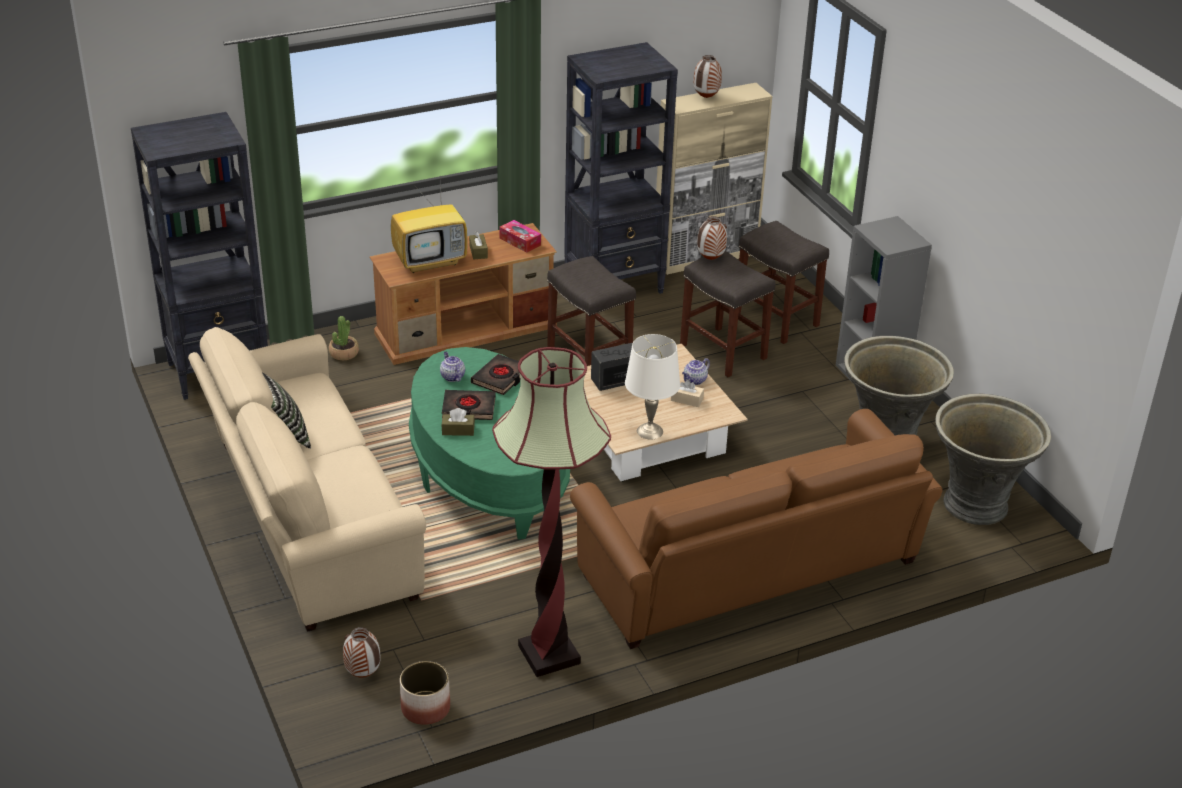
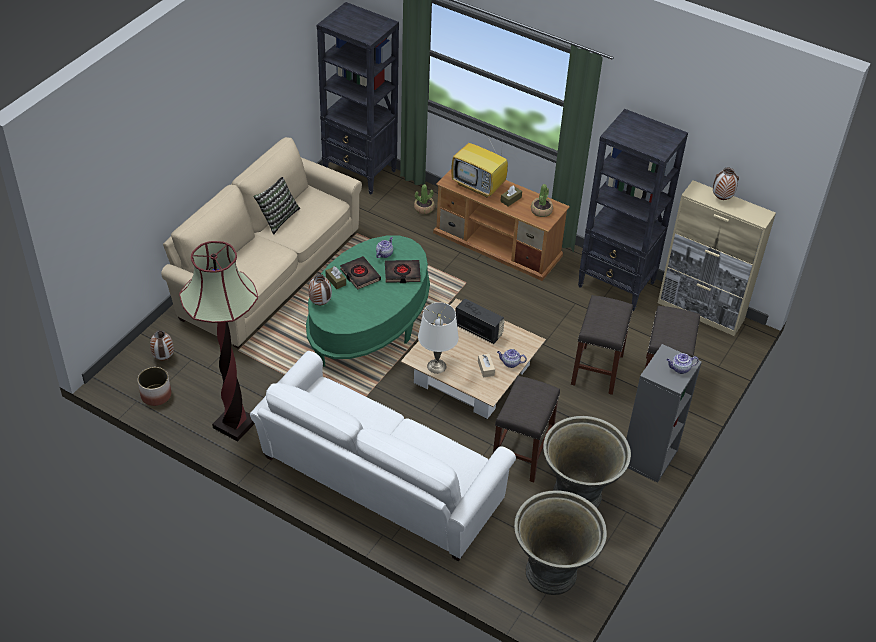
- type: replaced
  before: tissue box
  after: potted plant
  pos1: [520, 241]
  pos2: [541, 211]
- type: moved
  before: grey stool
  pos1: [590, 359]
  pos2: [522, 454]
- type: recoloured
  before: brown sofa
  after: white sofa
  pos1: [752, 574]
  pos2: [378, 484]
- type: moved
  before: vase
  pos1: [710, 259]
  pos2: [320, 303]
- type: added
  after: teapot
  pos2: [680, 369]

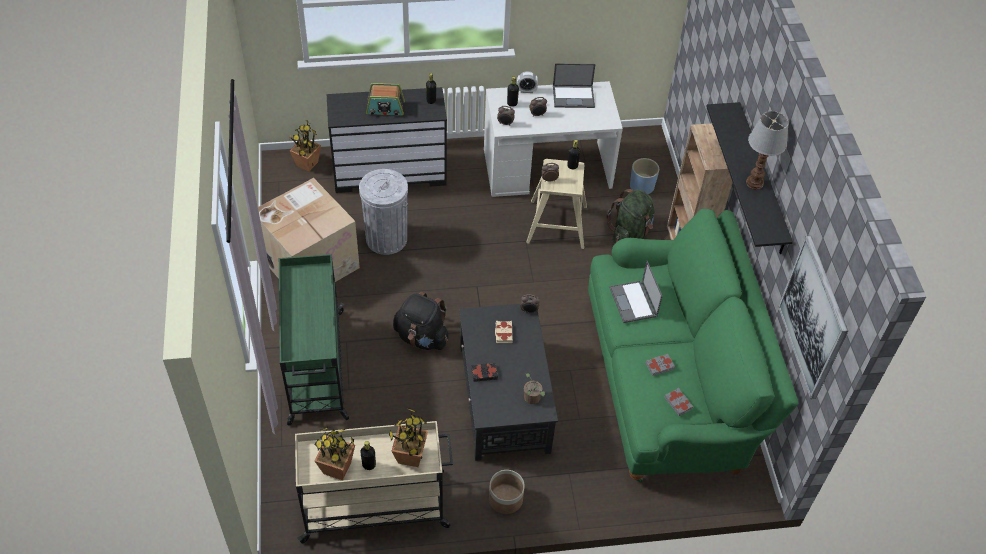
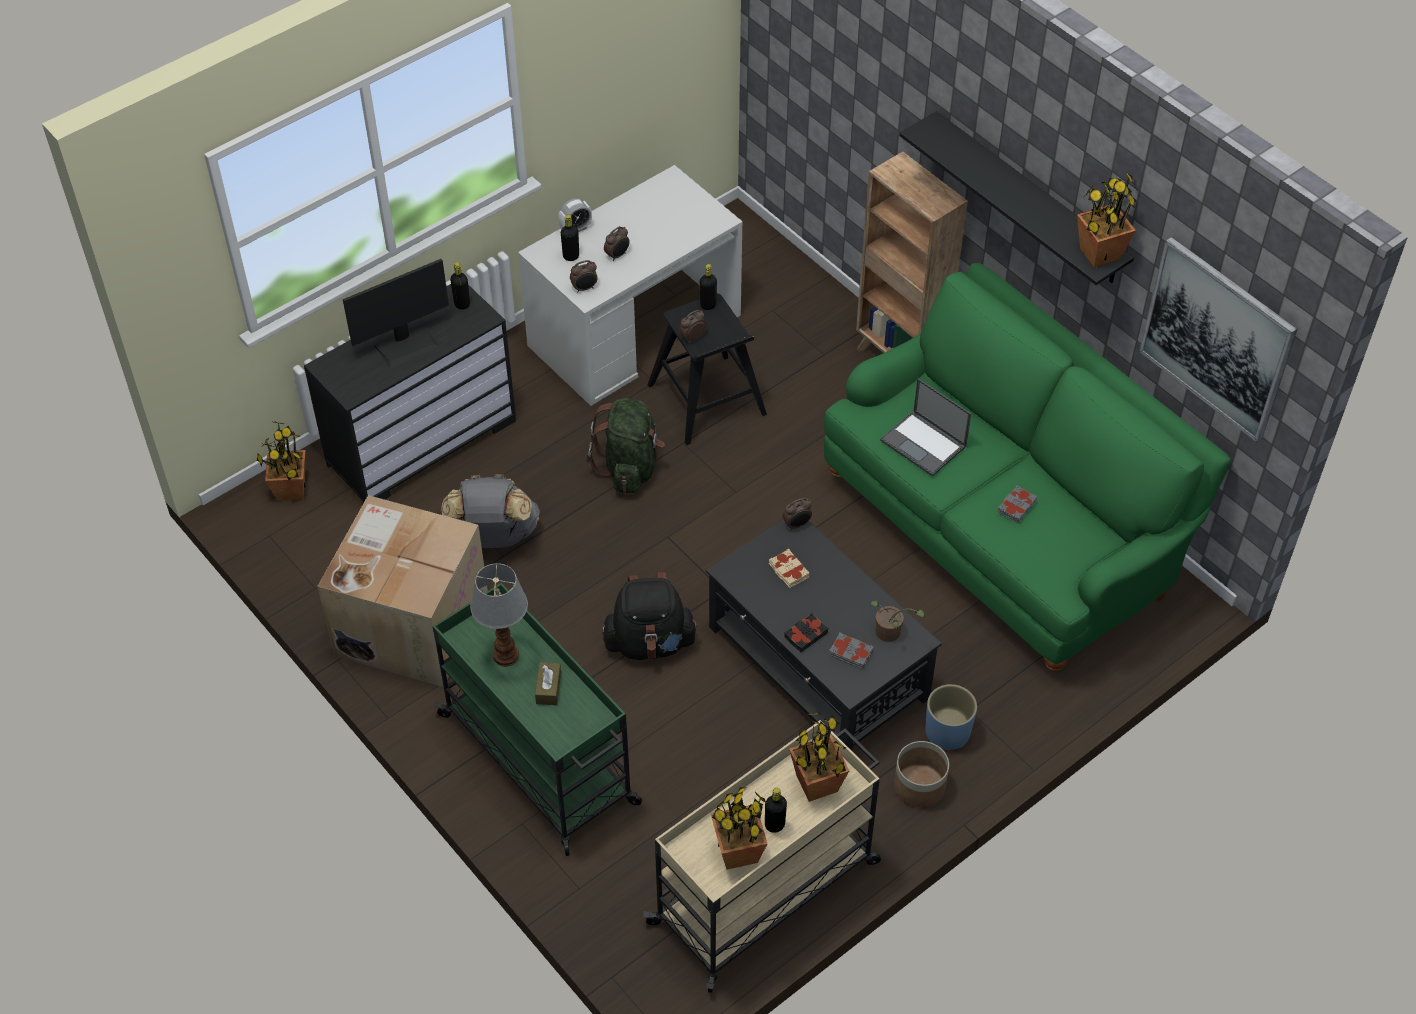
- type: replaced
  before: grey trash can
  after: grey backpack
  pos1: [386, 239]
  pos2: [493, 536]
- type: replaced
  before: radio
  after: monitor
  pos1: [385, 108]
  pos2: [406, 345]
- type: recoloured
  before: beige stool
  after: black stool
  pos1: [556, 225]
  pos2: [707, 400]
- type: removed
  before: laptop
  pos1: [574, 96]
- type: moved
  before: green backpack
  pos1: [630, 233]
  pos2: [629, 467]
- type: moved
  before: blue planter
  pos1: [642, 186]
  pos2: [948, 732]
- type: moved
  before: grey book
  pos1: [678, 403]
  pos2: [851, 653]
- type: moved
  before: table lamp
  pos1: [754, 183]
  pos2: [506, 656]
- type: added
  after: brown tissue box
  pos2: [548, 688]
- type: added
  after: potted plant
  pos2: [1099, 254]

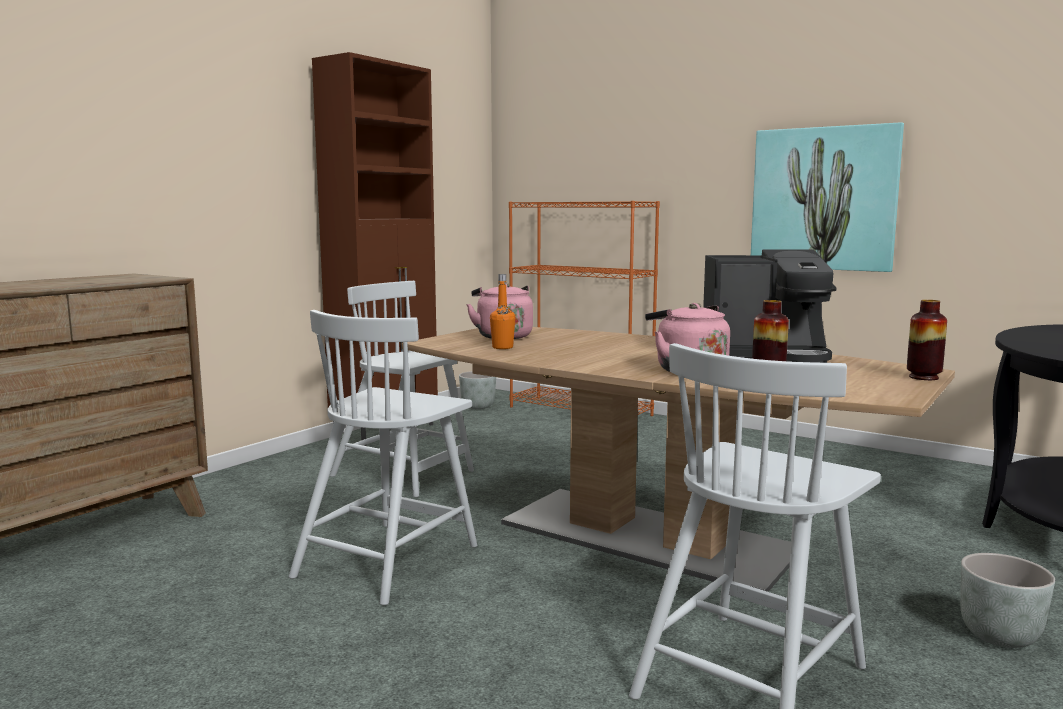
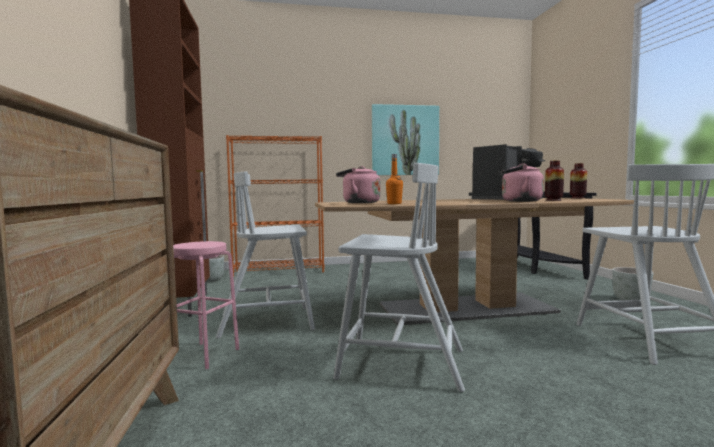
- type: turned
  before: white chair
  pos1: [388, 559]
  pos2: [399, 363]
  turn: -60
- type: added
  after: pink stool
  pos2: [204, 355]

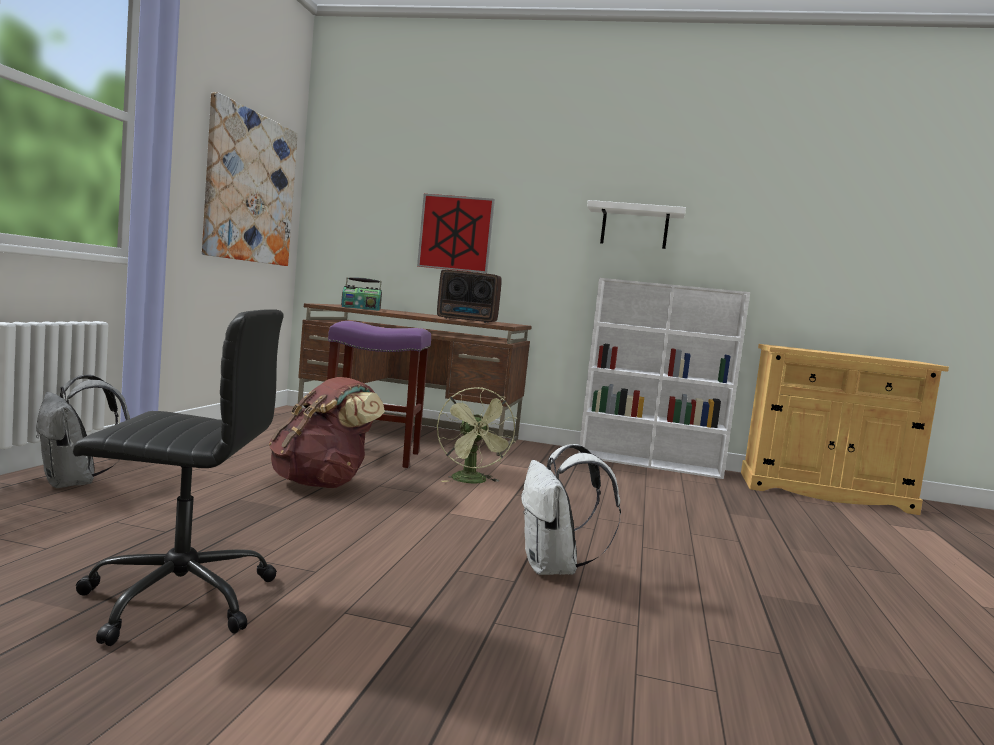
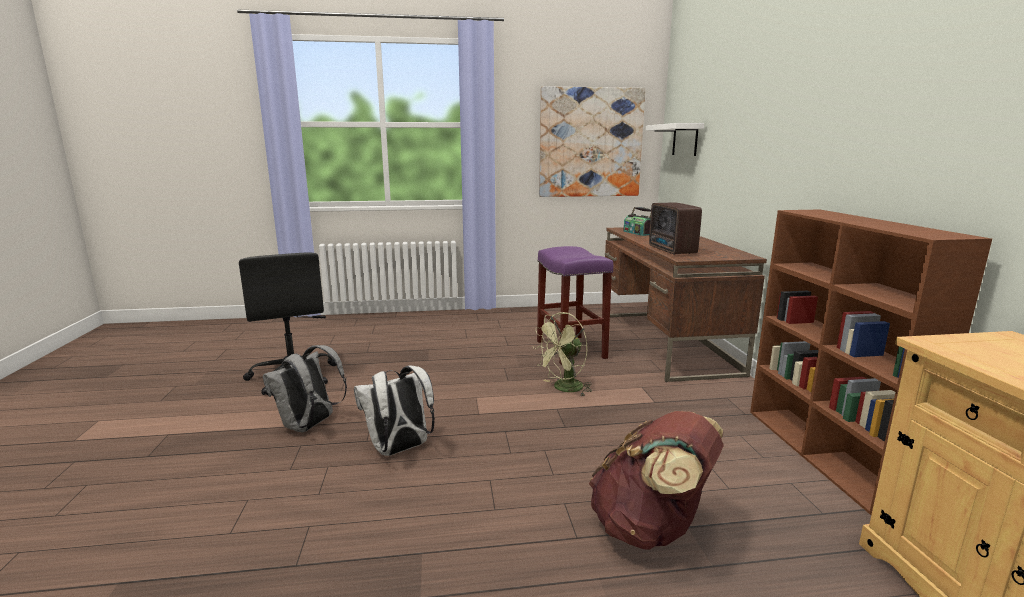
- type: moved
  before: grey backpack
  pos1: [73, 483]
  pos2: [309, 426]
- type: moved
  before: brown backpack
  pos1: [322, 483]
  pos2: [650, 529]
- type: removed
  before: picture
  pos1: [455, 233]
- type: recoloured
  before: white bookcase
  after: brown bookcase
  pos1: [650, 464]
  pos2: [825, 455]
- type: moved
  before: white shelf
  pos1: [634, 227]
  pos2: [685, 140]

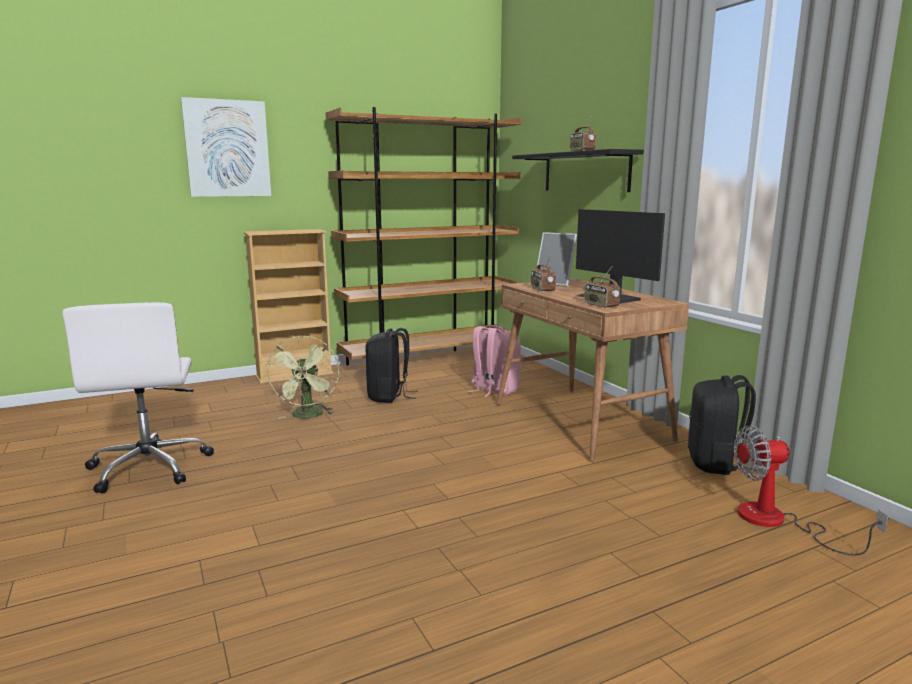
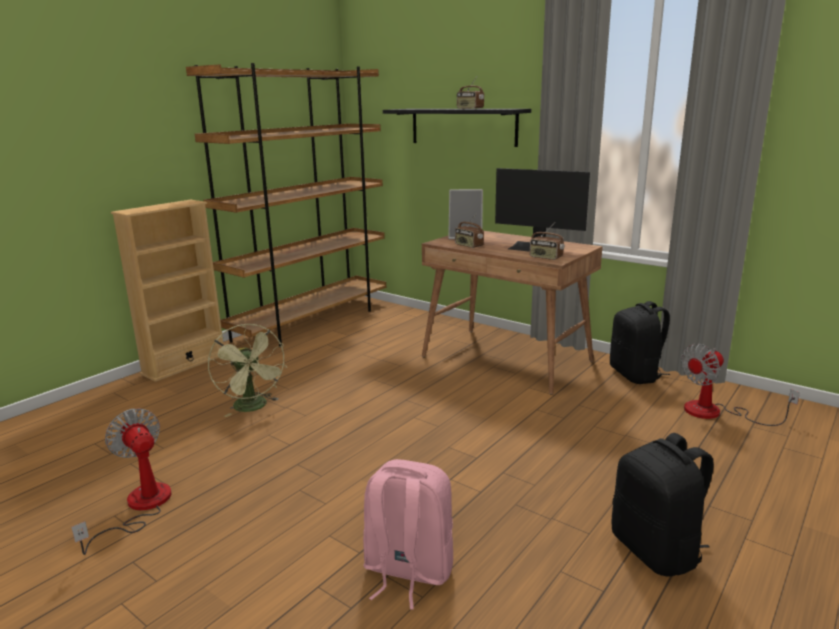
- type: replaced
  before: white office chair
  after: fan
  pos1: [150, 467]
  pos2: [139, 507]
- type: removed
  before: picture
  pos1: [227, 148]
- type: moved
  before: black backpack
  pos1: [389, 396]
  pos2: [656, 550]
- type: moved
  before: pink backpack
  pos1: [493, 390]
  pos2: [407, 571]

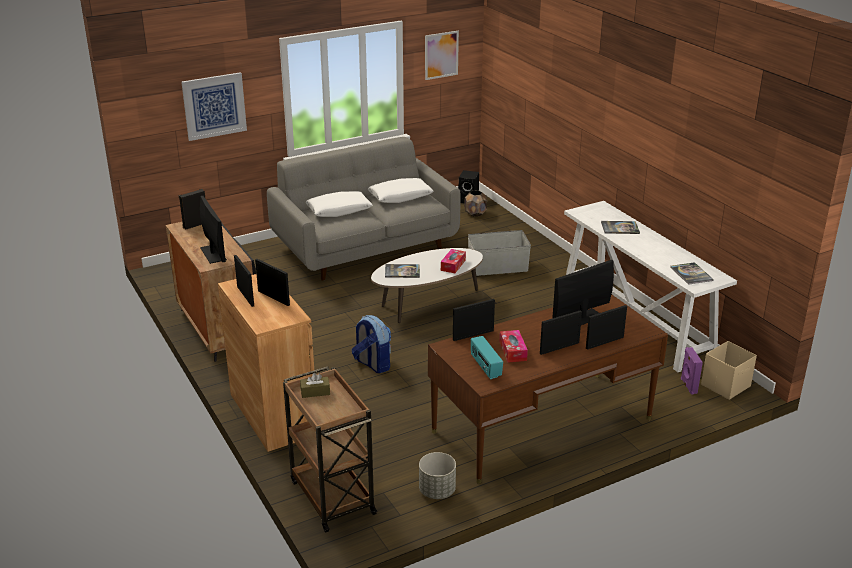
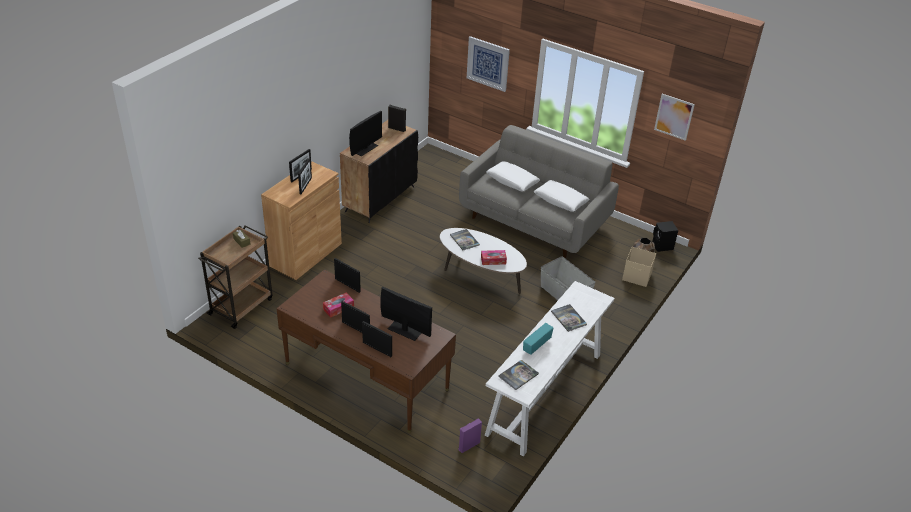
- type: removed
  before: backpack
  pos1: [372, 364]
- type: removed
  before: grey planter
  pos1: [437, 491]
- type: moved
  before: radio
  pos1: [485, 367]
  pos2: [536, 345]
- type: moved
  before: beige storage box
  pos1: [726, 385]
  pos2: [637, 277]

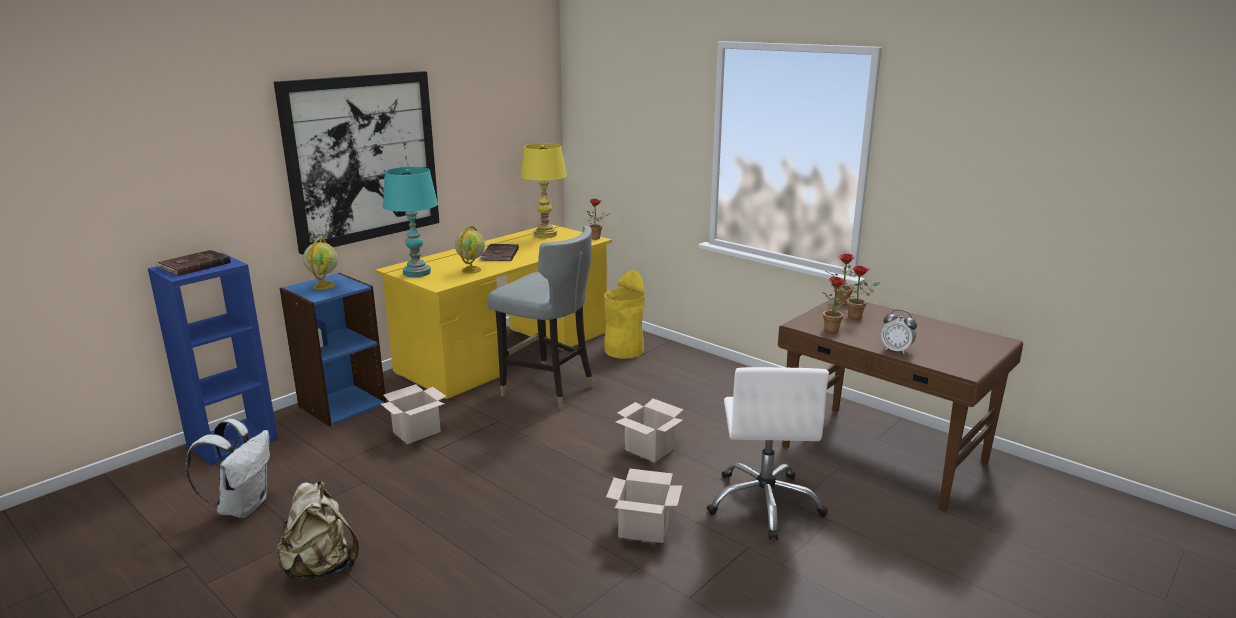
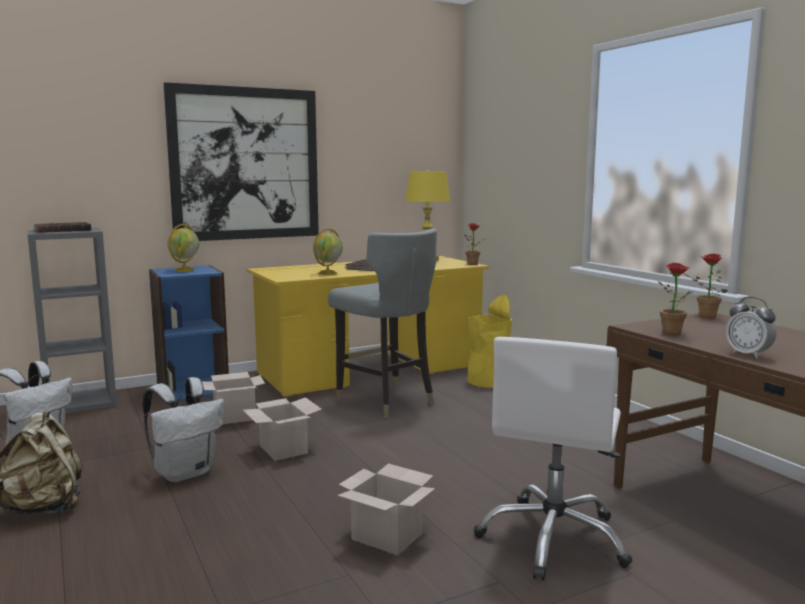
- type: recoloured
  before: blue bookcase
  after: grey bookcase
  pos1: [233, 441]
  pos2: [81, 402]
- type: removed
  before: turquoise table lamp
  pos1: [417, 273]
- type: moved
  before: cardboard box
  pos1: [647, 449]
  pos2: [282, 449]
- type: removed
  before: potted plant
  pos1: [857, 316]
- type: added
  after: white backpack
  pos2: [185, 472]

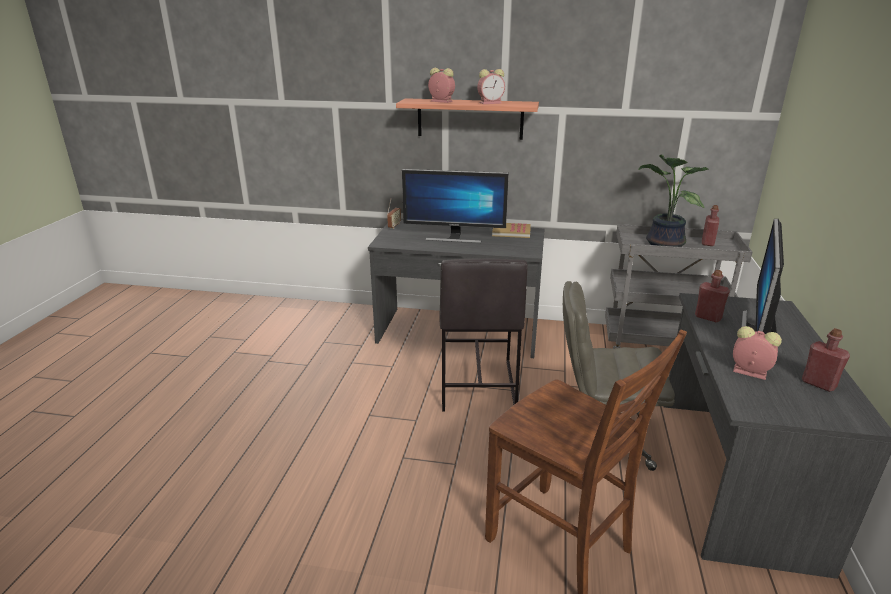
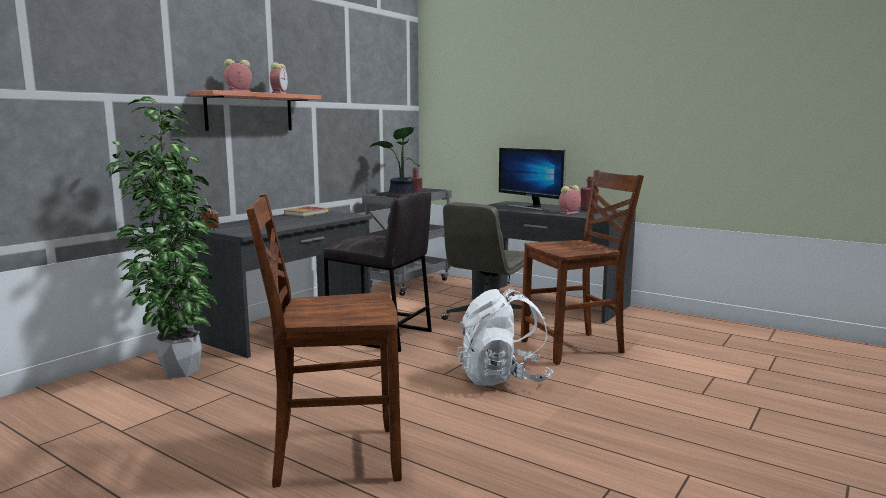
- type: removed
  before: monitor
  pos1: [454, 238]
- type: removed
  before: red bottle
  pos1: [708, 317]
- type: added
  after: potted plant
  pos2: [177, 371]
- type: added
  after: brown chair
  pos2: [333, 457]
- type: added
  after: white backpack
  pos2: [503, 378]

